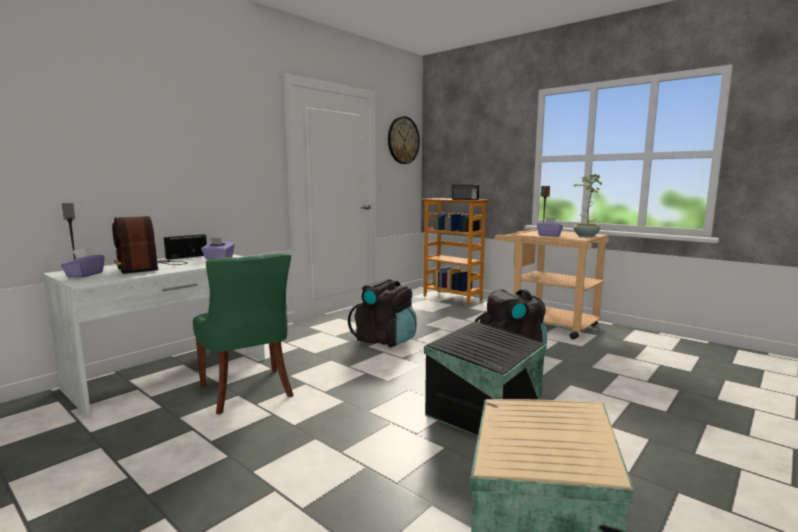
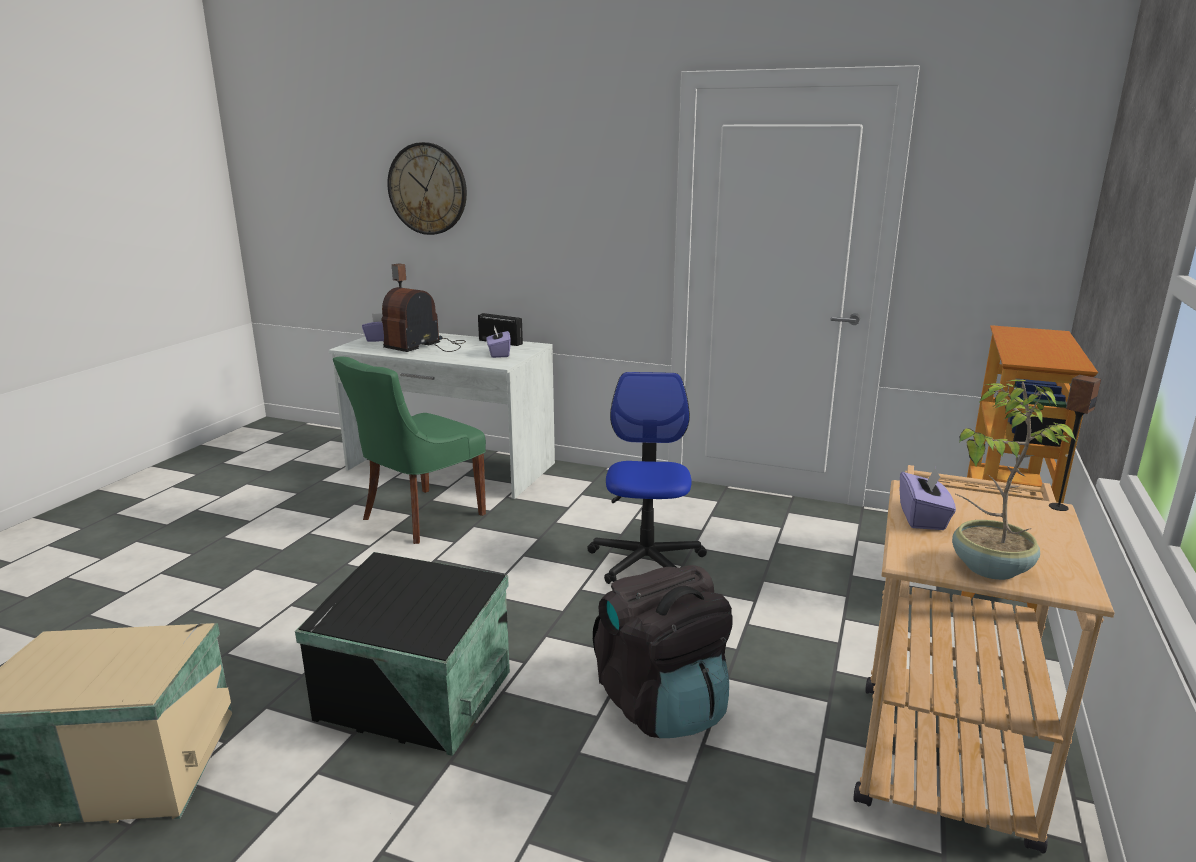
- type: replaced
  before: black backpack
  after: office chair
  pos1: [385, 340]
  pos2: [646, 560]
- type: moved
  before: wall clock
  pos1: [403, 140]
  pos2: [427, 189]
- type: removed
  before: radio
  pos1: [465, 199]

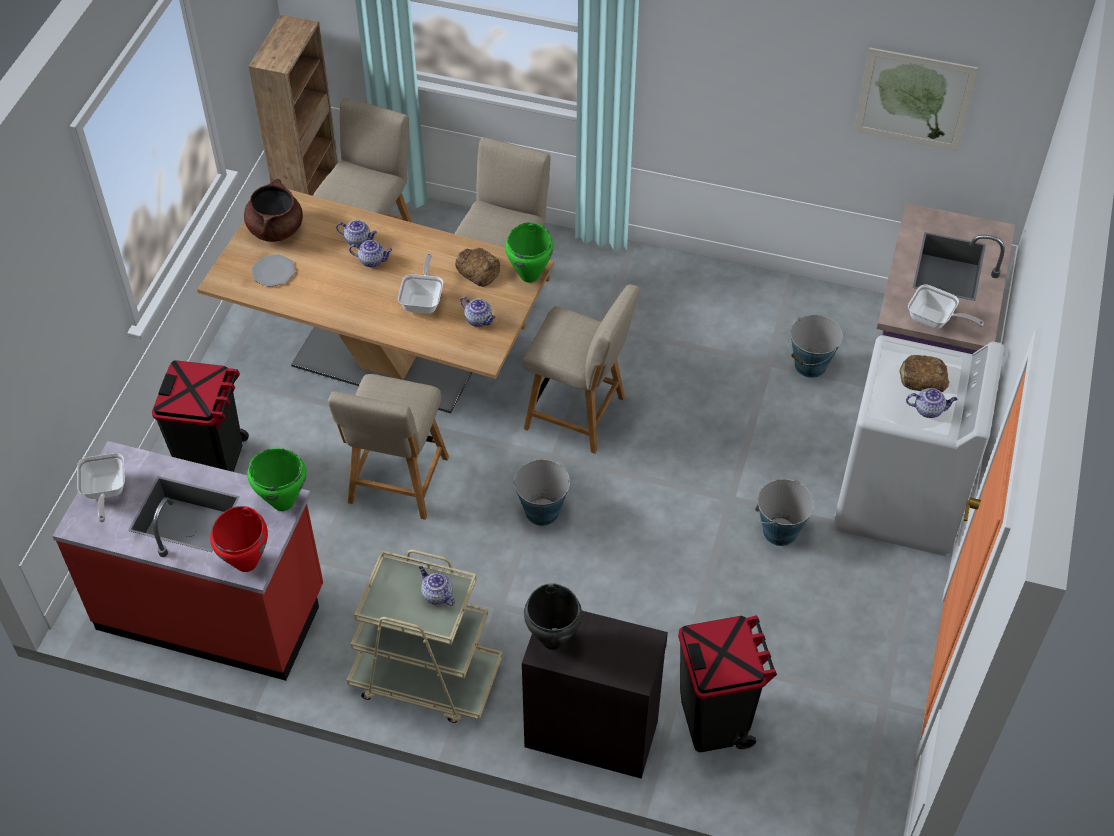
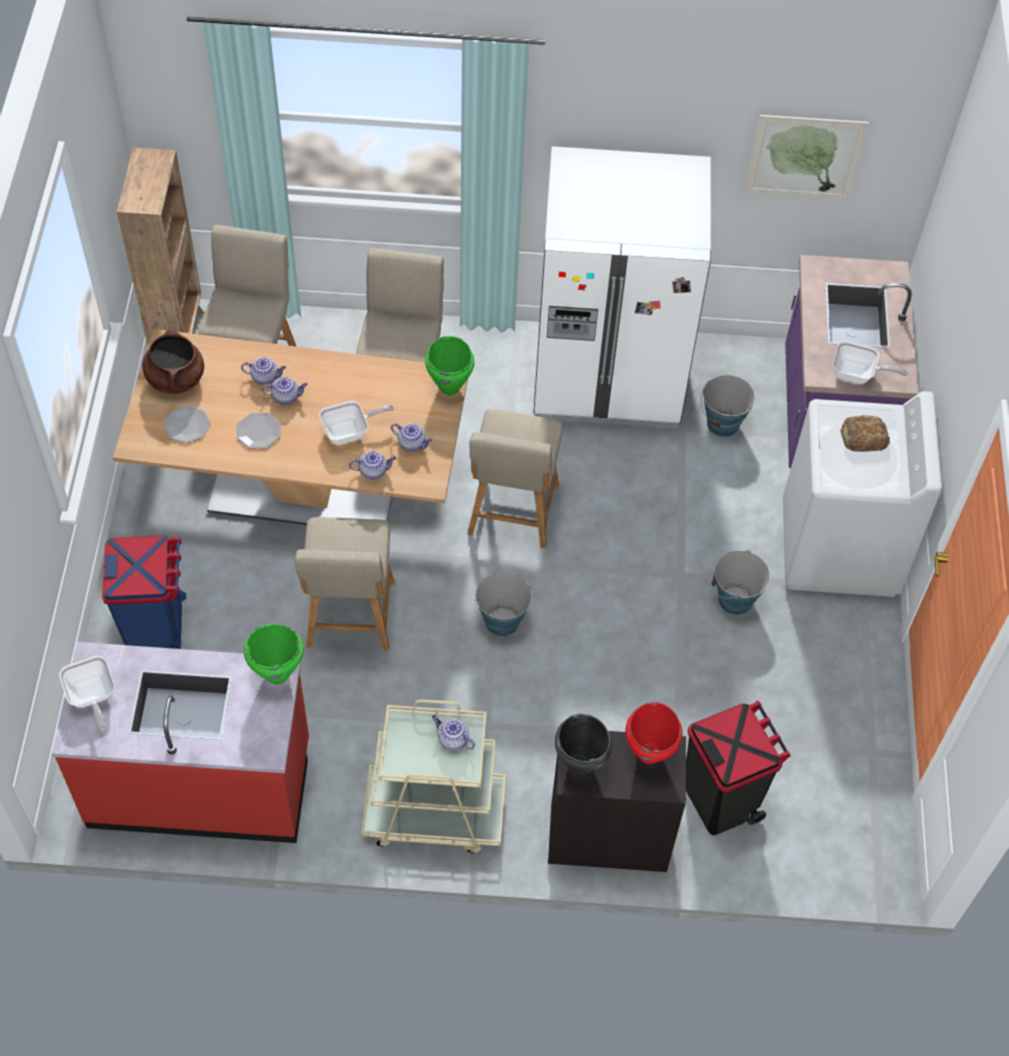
- type: recoloured
  before: black trash can
  after: blue trash can
  pos1: [214, 463]
  pos2: [157, 630]
- type: moved
  before: red cooking pot
  pos1: [247, 562]
  pos2: [649, 753]
- type: turned
  before: frying pan
  pos1: [423, 300]
  pos2: [350, 432]
  turn: 75
- type: removed
  before: bread
  pos1: [478, 270]
- type: turned
  before: beige chair
  pos1: [579, 414]
  pos2: [512, 514]
  turn: 90
- type: moved
  before: teapot
  pos1: [929, 410]
  pos2: [373, 471]
- type: added
  after: plate
  pos2: [258, 432]
- type: added
  after: white fridge
  pos2: [608, 377]

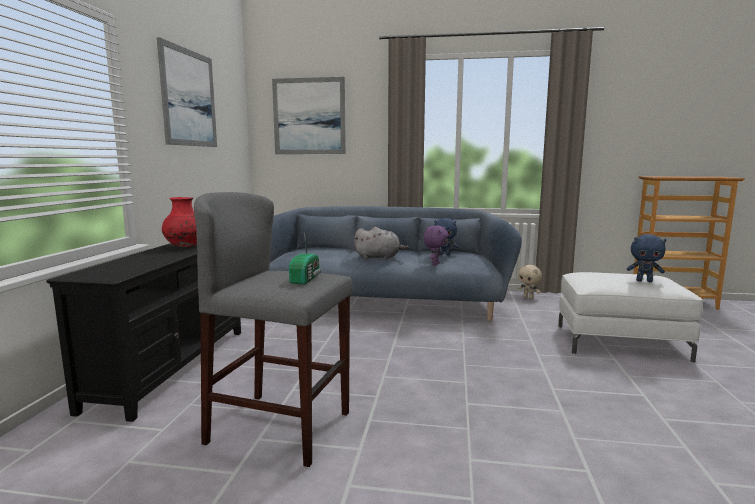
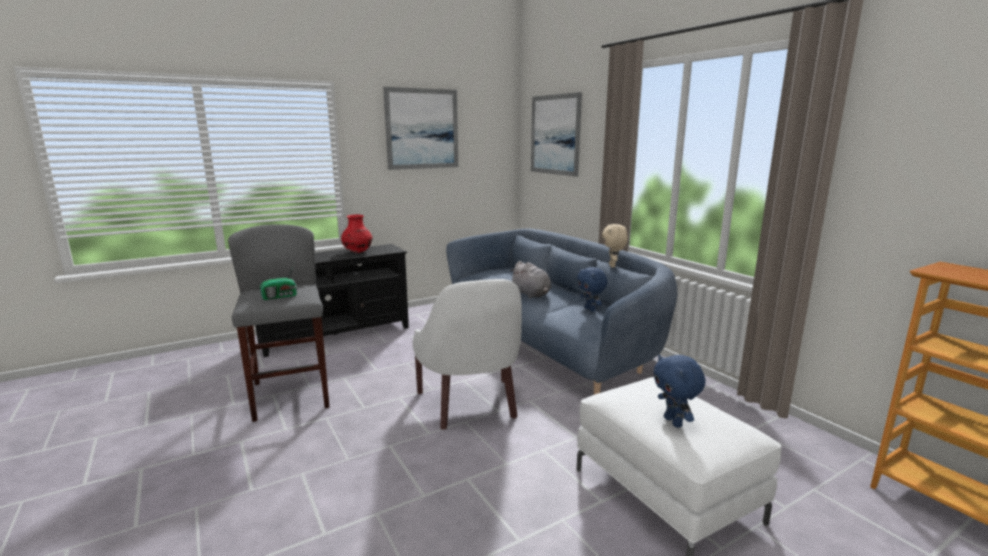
- type: removed
  before: purple plush toy
  pos1: [435, 264]
- type: moved
  before: beige plush toy
  pos1: [528, 297]
  pos2: [613, 266]
- type: added
  after: white armchair
  pos2: [471, 404]

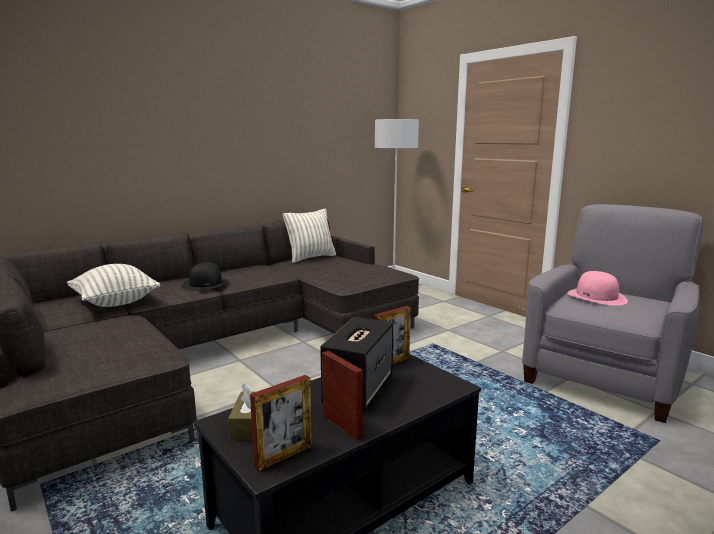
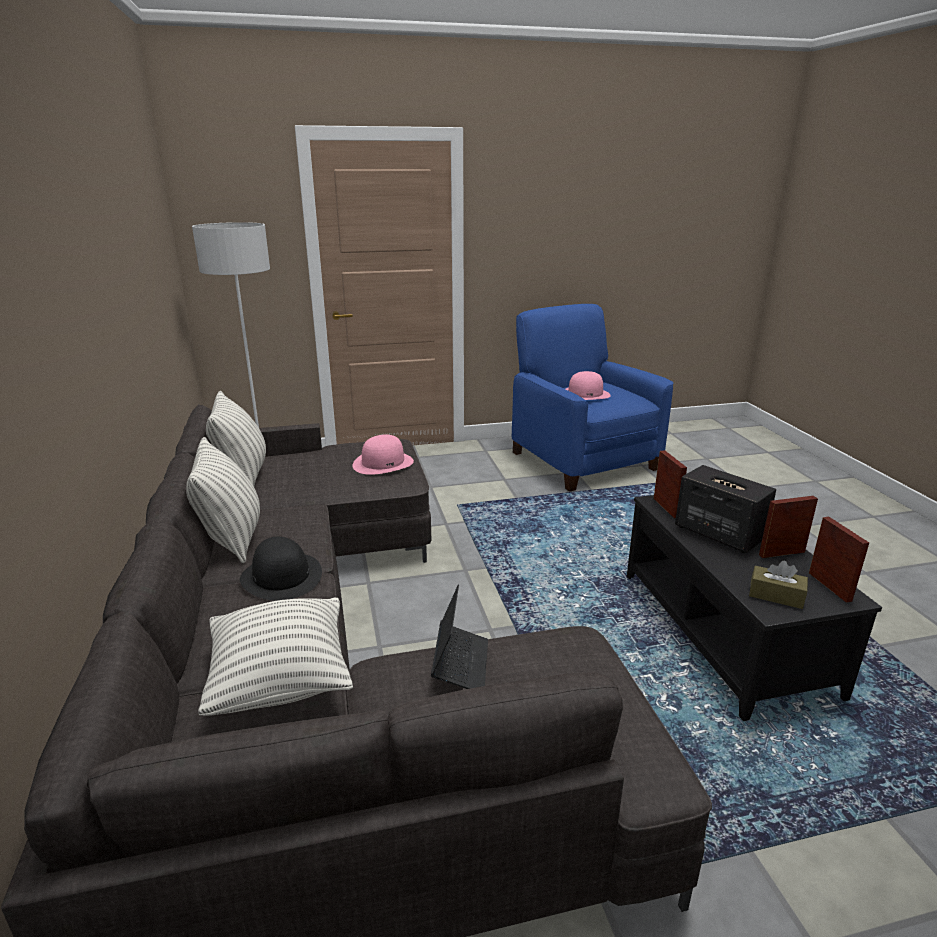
- type: recoloured
  before: grey armchair
  after: blue armchair
  pos1: [604, 376]
  pos2: [582, 460]
- type: added
  after: pillow
  pos2: [232, 538]
- type: added
  after: pink hat
  pos2: [383, 463]
- type: added
  after: laptop
  pos2: [460, 664]

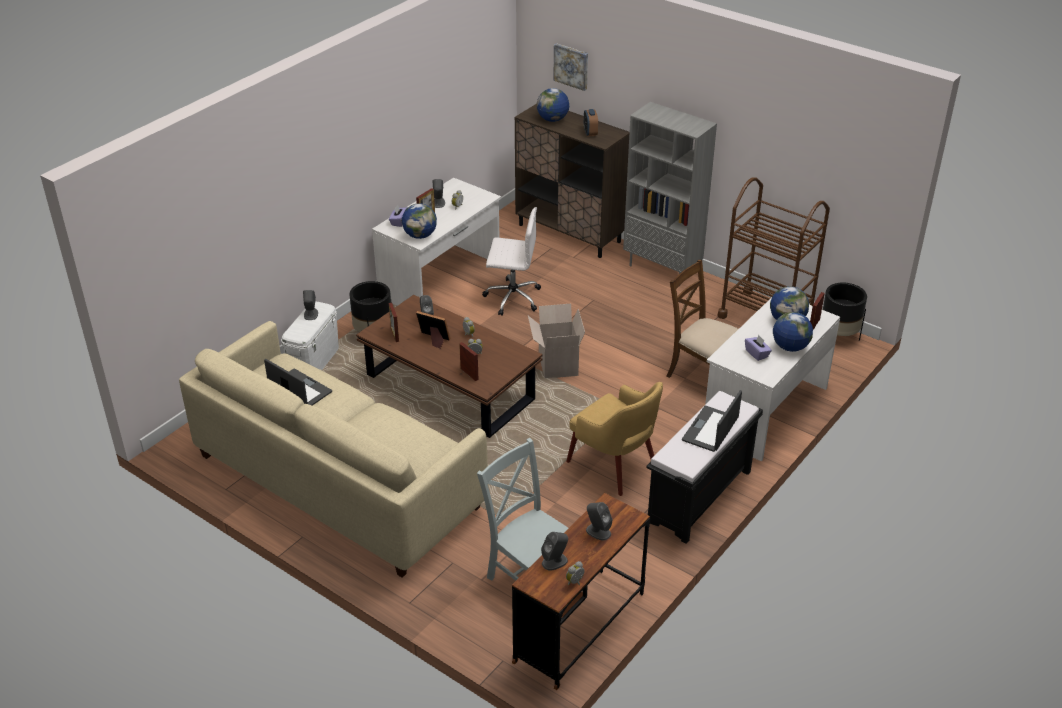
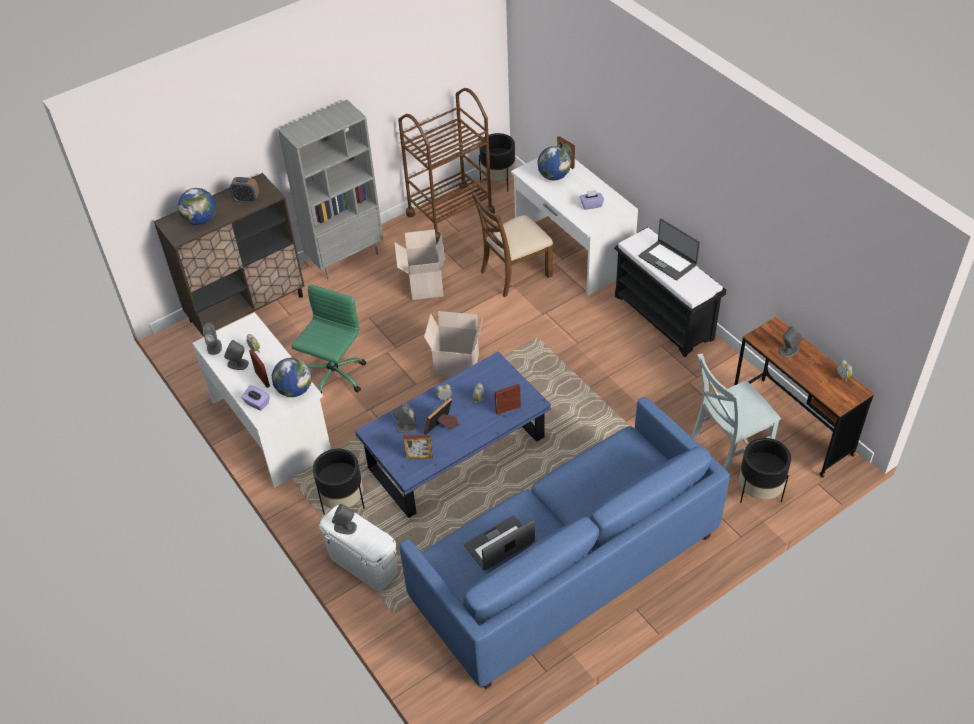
- type: recoloured
  before: beige sofa
  after: blue sofa
  pos1: [338, 481]
  pos2: [565, 568]
- type: recoloured
  before: brown coffee table
  after: blue coffee table
  pos1: [450, 387]
  pos2: [456, 453]
- type: recoloured
  before: white office chair
  after: green office chair
  pos1: [512, 297]
  pos2: [333, 376]
- type: moved
  before: grey speaker
  pos1: [555, 561]
  pos2: [214, 346]
- type: removed
  before: picture
  pos1: [571, 66]
- type: removed
  before: yellow armchair
  pos1: [614, 466]
- type: removed
  before: globe
  pos1: [790, 347]
- type: added
  after: cardboard box
  pos2: [424, 285]
- type: added
  after: black planter
  pos2: [759, 492]

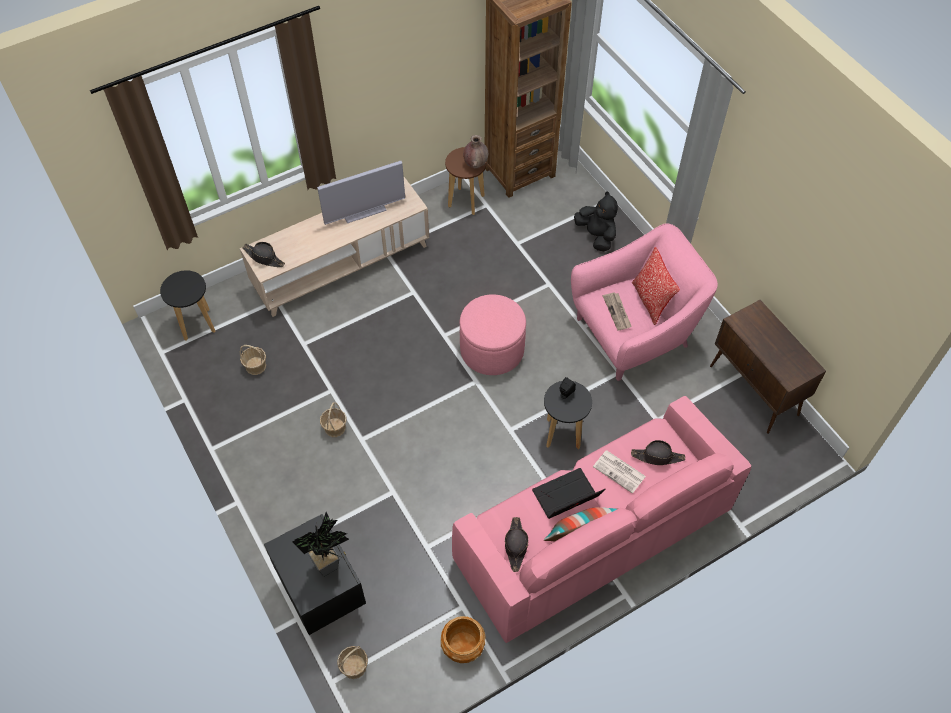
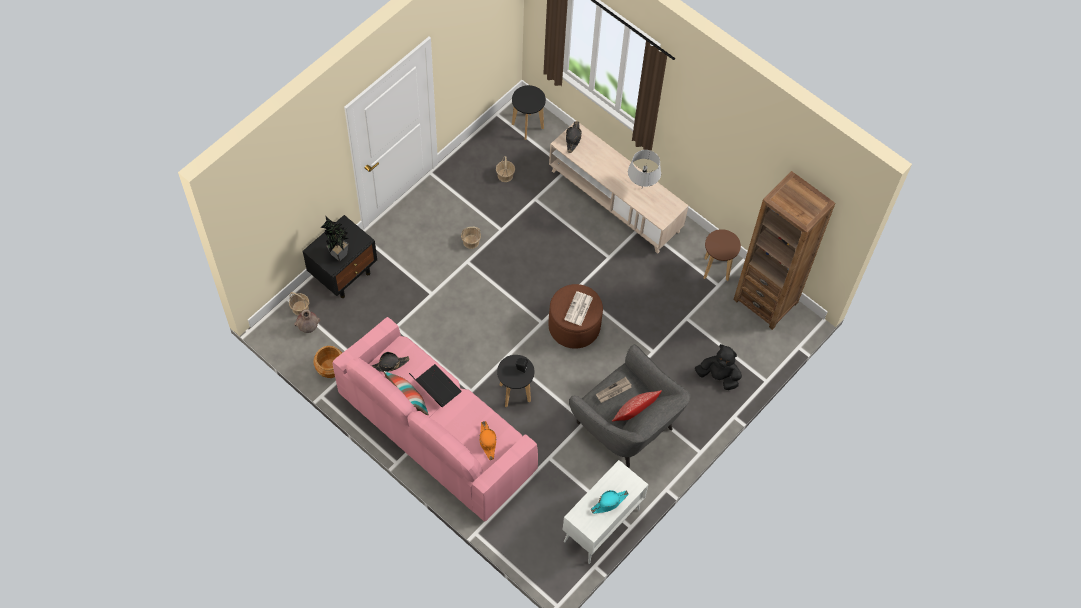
- type: replaced
  before: television
  after: grey table lamp
  pos1: [364, 211]
  pos2: [642, 188]
- type: recoloured
  before: pink ottoman
  after: brown ottoman
  pos1: [492, 349]
  pos2: [574, 326]
- type: moved
  before: brown vase
  pos1: [475, 164]
  pos2: [308, 327]
- type: recoloured
  before: pink armchair
  after: grey armchair
  pos1: [634, 333]
  pos2: [626, 425]
- type: turned
  before: black plush toy
  pos1: [596, 235]
  pos2: [718, 376]
  turn: -105
- type: moved
  before: newspaper
  pos1: [620, 472]
  pos2: [578, 309]
- type: recoloured
  before: black hat
  after: orange hat
  pos1: [657, 457]
  pos2: [487, 441]
- type: recoloured
  before: brown cabinet
  after: white cabinet
  pos1: [754, 391]
  pos2: [601, 526]
- type: added
  after: turquoise hat
  pos2: [609, 502]

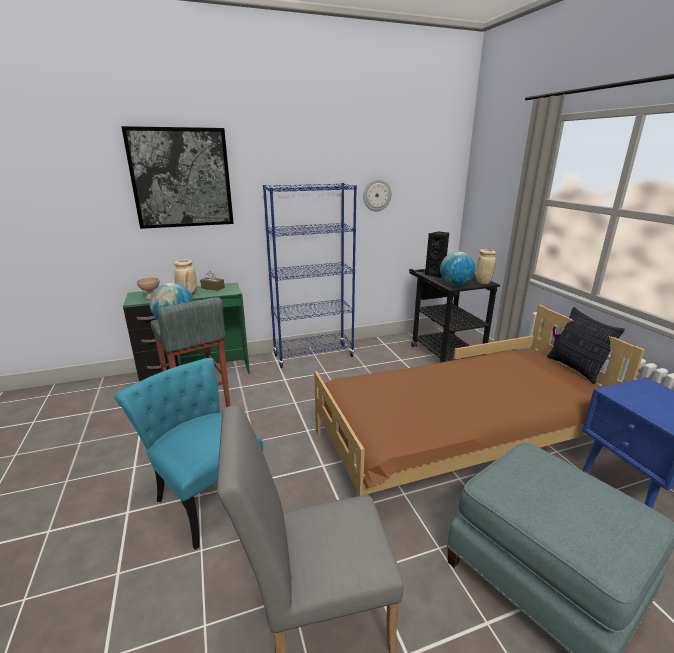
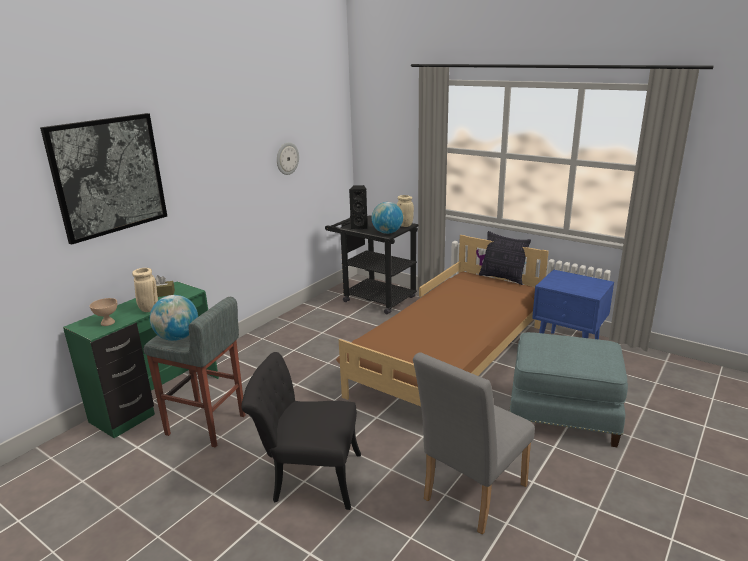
- type: recoloured
  before: turquoise chair
  after: black chair
  pos1: [205, 493]
  pos2: [307, 477]
- type: removed
  before: blue bookcase
  pos1: [313, 356]

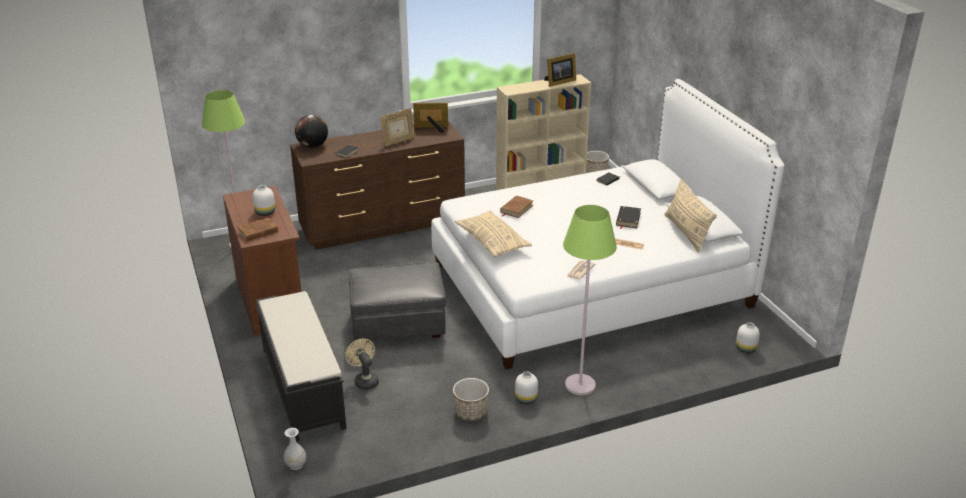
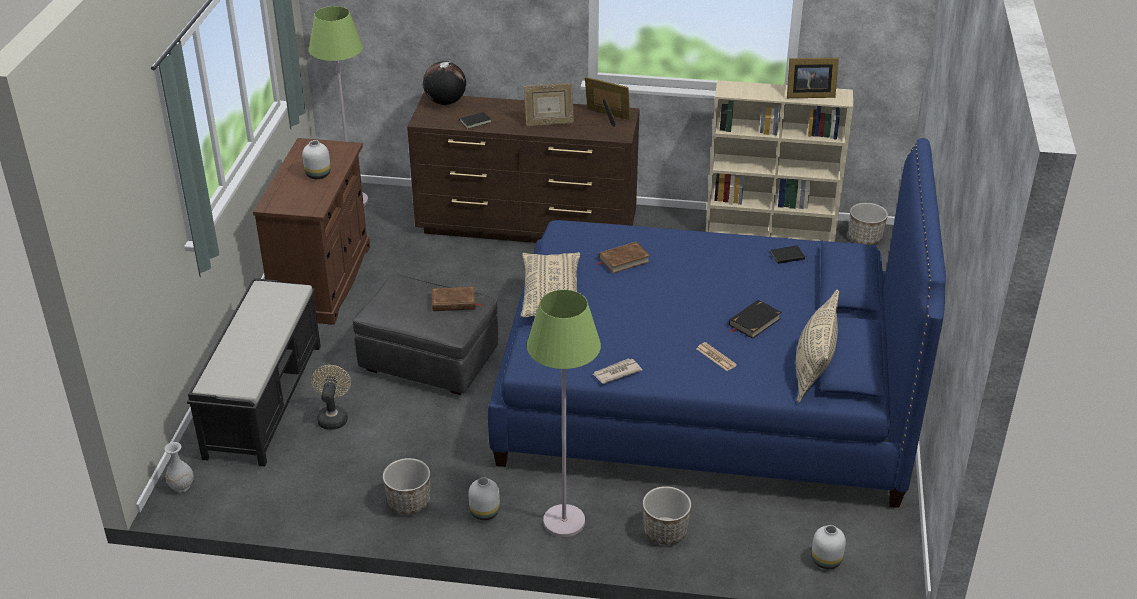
- type: moved
  before: brown book
  pos1: [258, 232]
  pos2: [454, 302]
- type: recoloured
  before: white bed
  after: blue bed
  pos1: [591, 284]
  pos2: [706, 393]
- type: added
  after: planter
  pos2: [665, 532]

